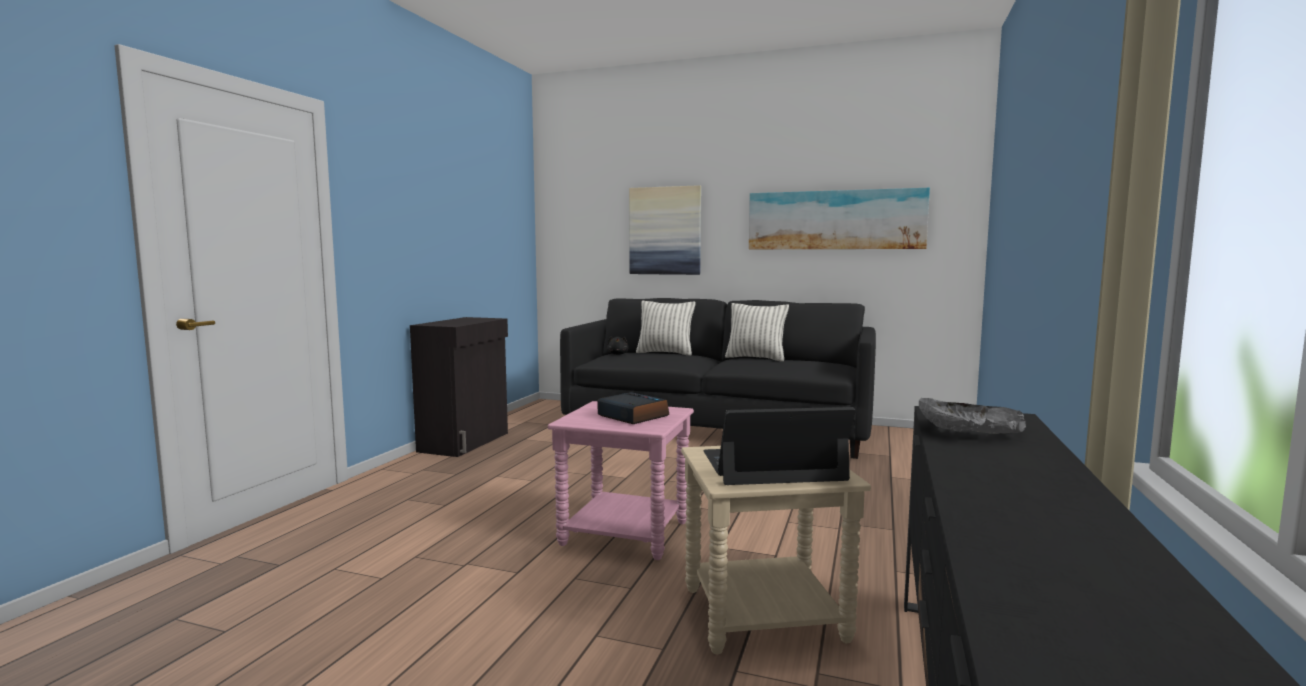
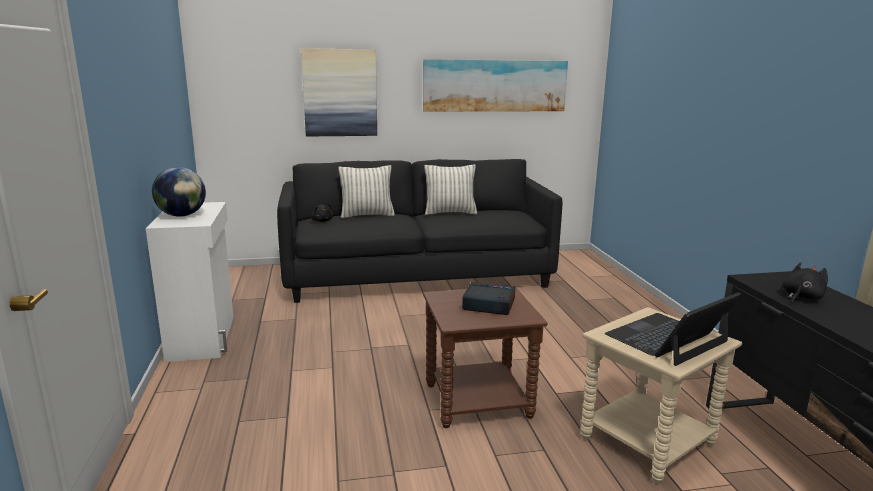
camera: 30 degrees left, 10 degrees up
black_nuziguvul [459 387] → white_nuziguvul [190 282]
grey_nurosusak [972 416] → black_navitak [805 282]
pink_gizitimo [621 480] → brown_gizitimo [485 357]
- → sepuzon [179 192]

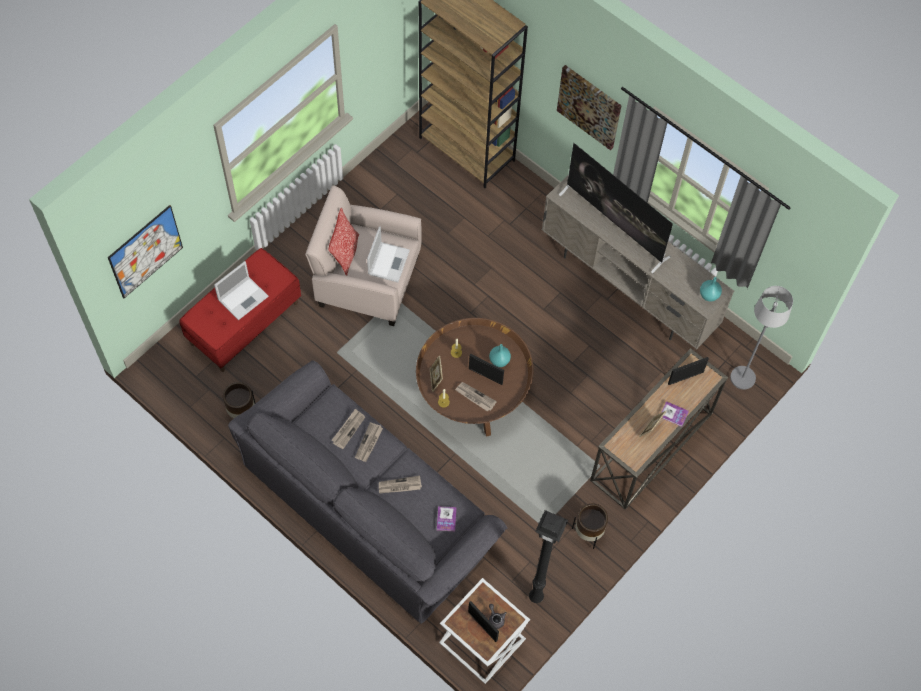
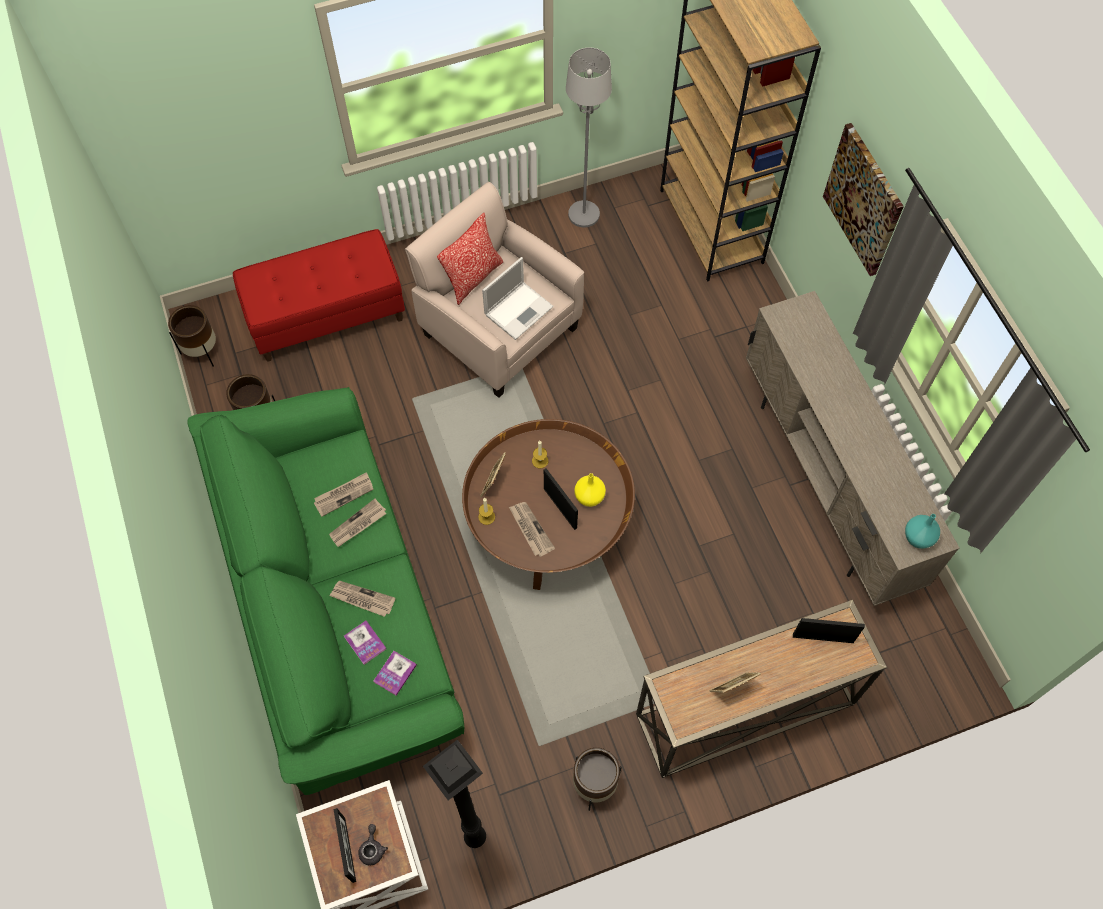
camera: 30 degrees right, 0 degrees up
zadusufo [616 208] → -
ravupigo [145 251] → -
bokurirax [241 290] → -
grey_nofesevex [761 338] → grey_nofesevex [589 138], move
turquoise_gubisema [500 355] → yellow_gubisema [590 490]
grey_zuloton [367 492] → green_zuloton [325 591]
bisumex [675 414] → bisumex [365 643], move
- → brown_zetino [192 336]

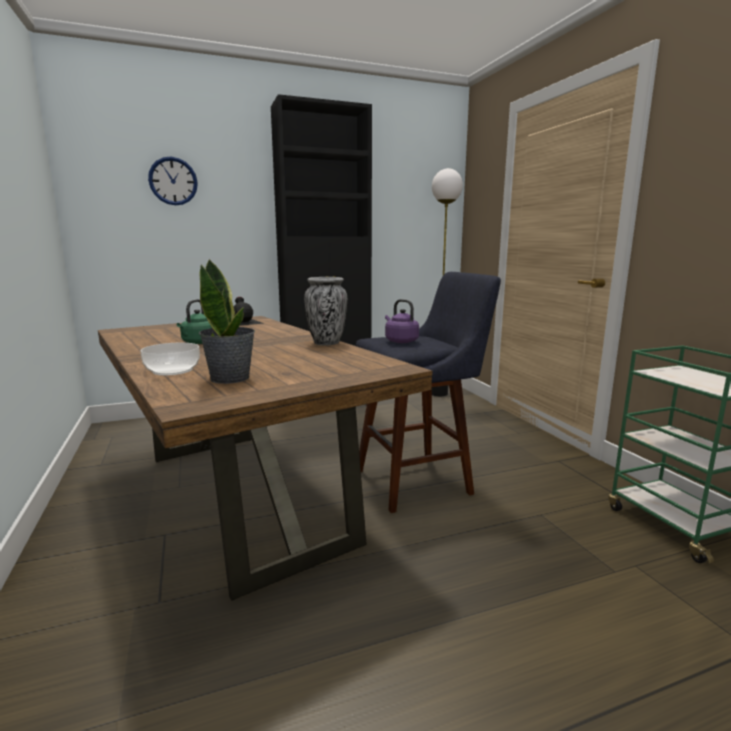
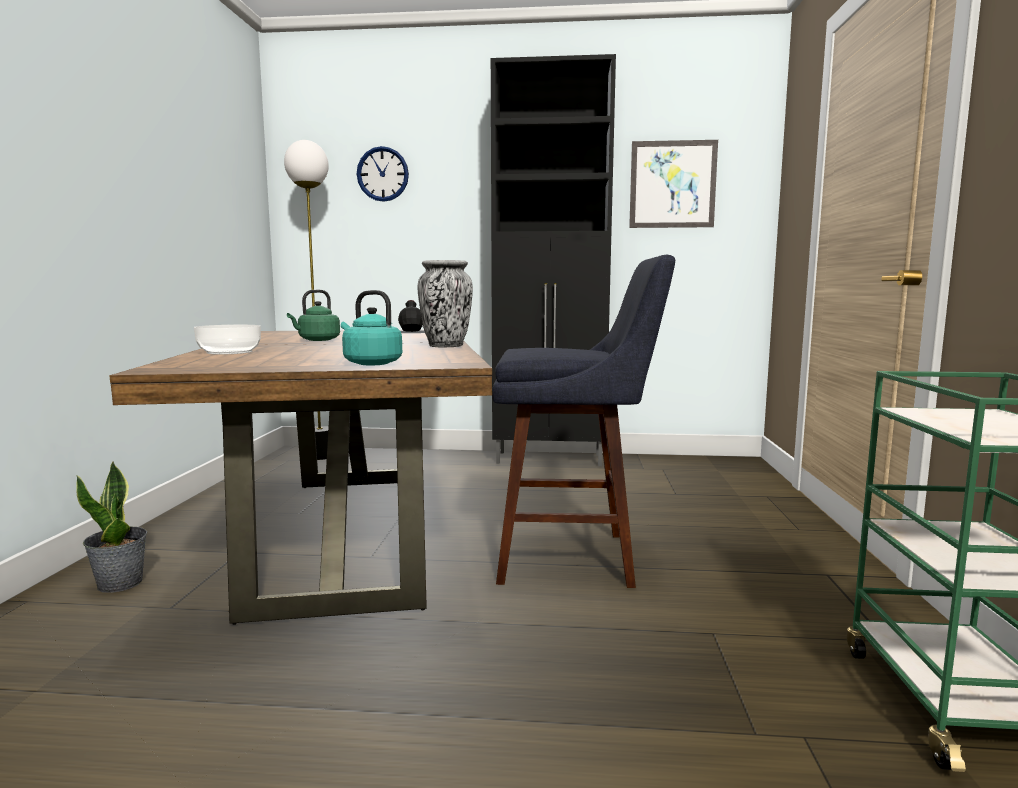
camera: 25 degrees right, 5 degrees down
nofesevex [447 282] → nofesevex [306 300], move
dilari [226 321] → dilari [111 527], move
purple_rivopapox [402 321] → -
- → ravupigo [673 184]
- → turquoise_rivopapox [371 327]

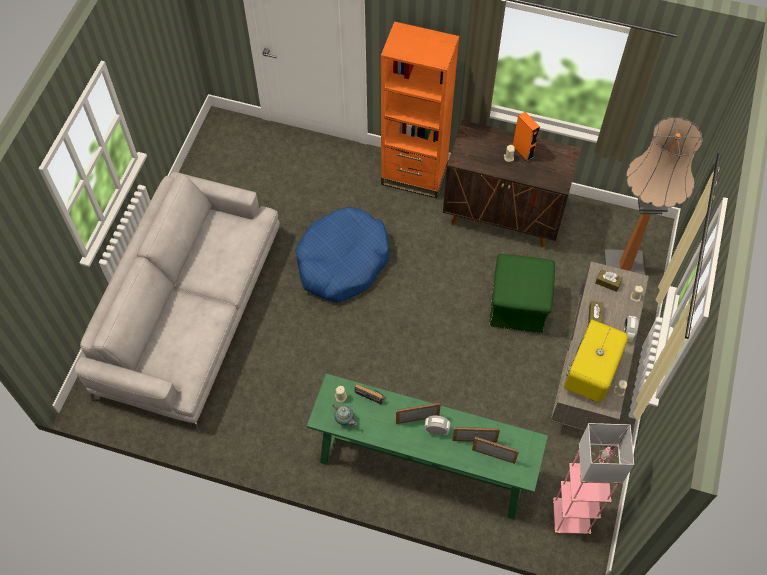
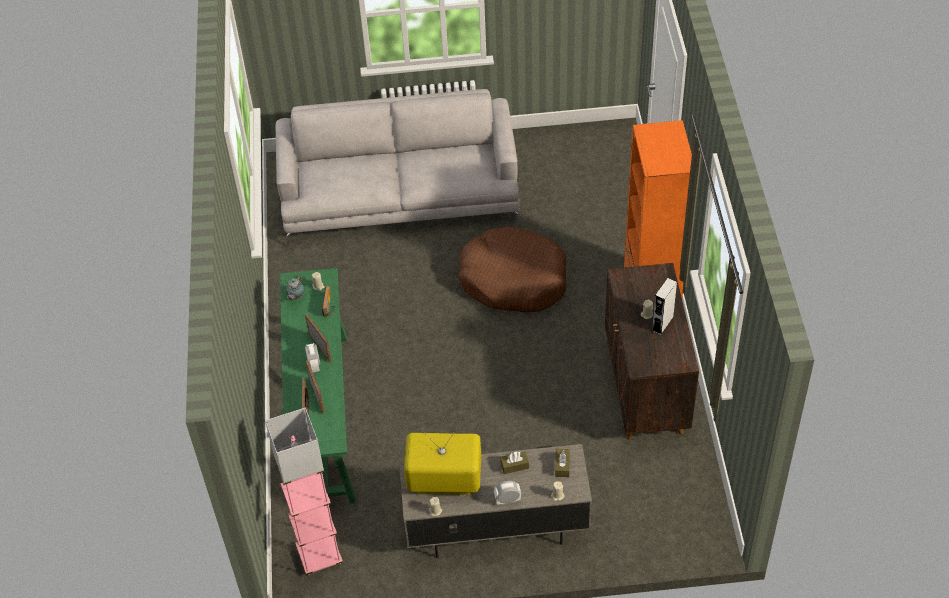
camera: 70 degrees right, 10 degrees down
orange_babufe [526 136] → grey_babufe [664 306]
nofesevex [653 196] → -
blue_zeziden [342 254] → brown_zeziden [512 270]
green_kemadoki [522 294] → -

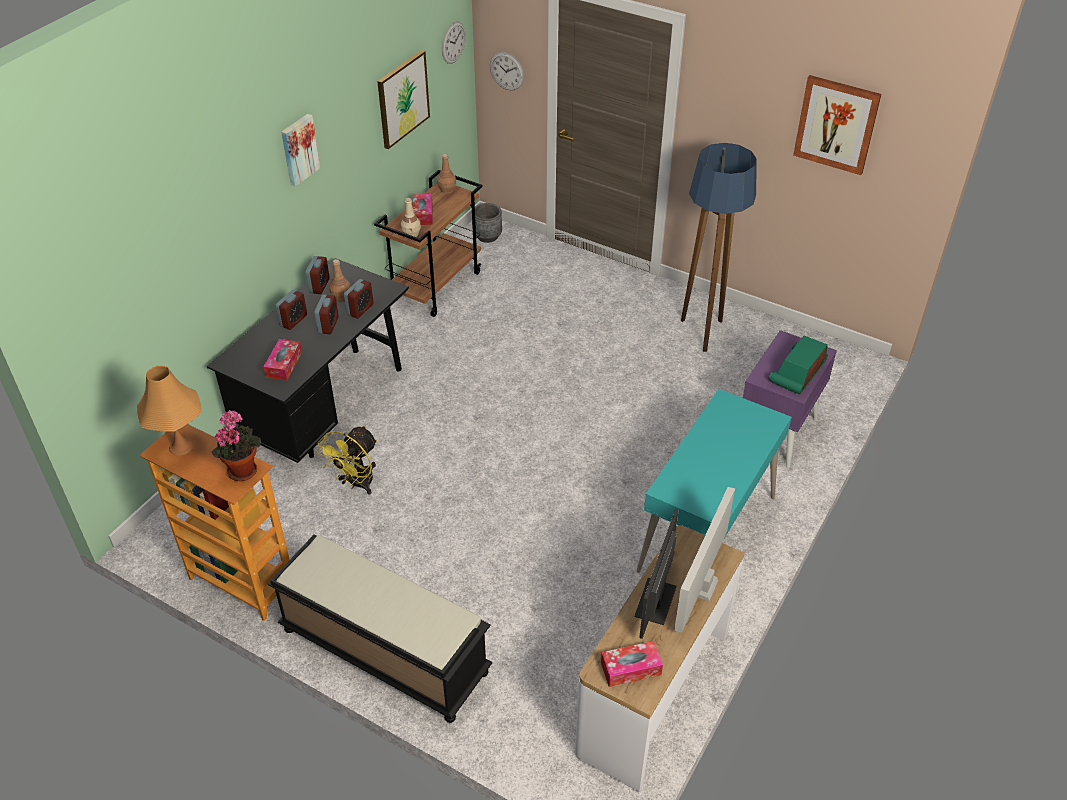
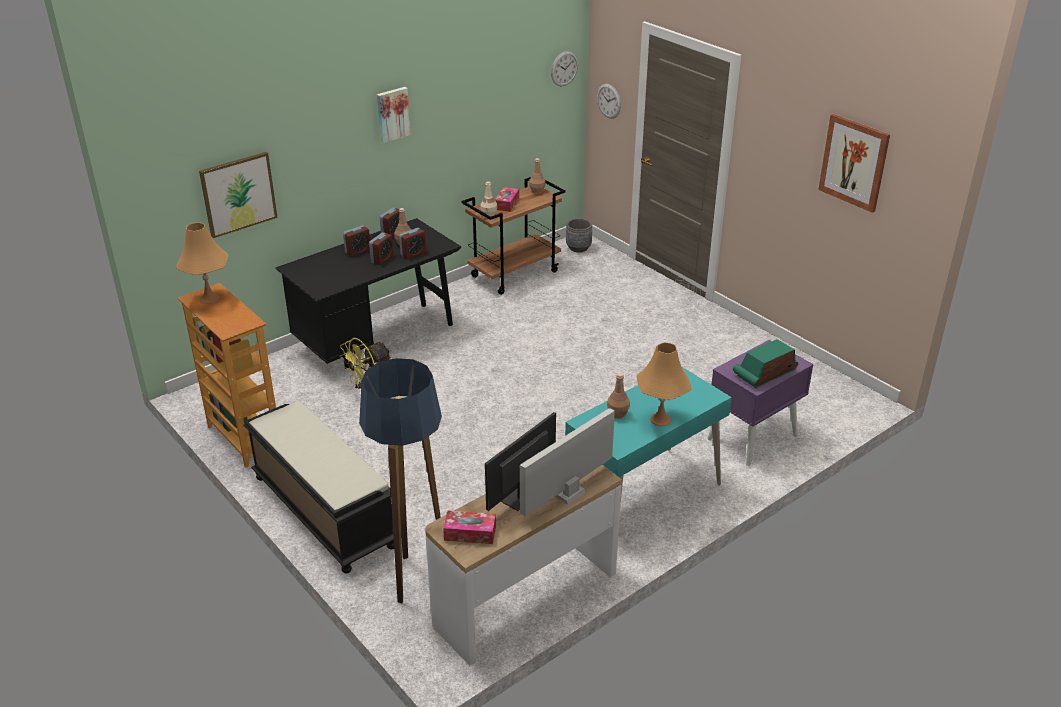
camera: 20 degrees right, 10 degrees down
ravupigo [403 99] → ravupigo [238 195], move
nofesevex [719 247] → nofesevex [400 480], move
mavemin [282 360] → -
dilari [236 445] → -
- → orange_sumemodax [664 384]
- → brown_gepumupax [618 396]

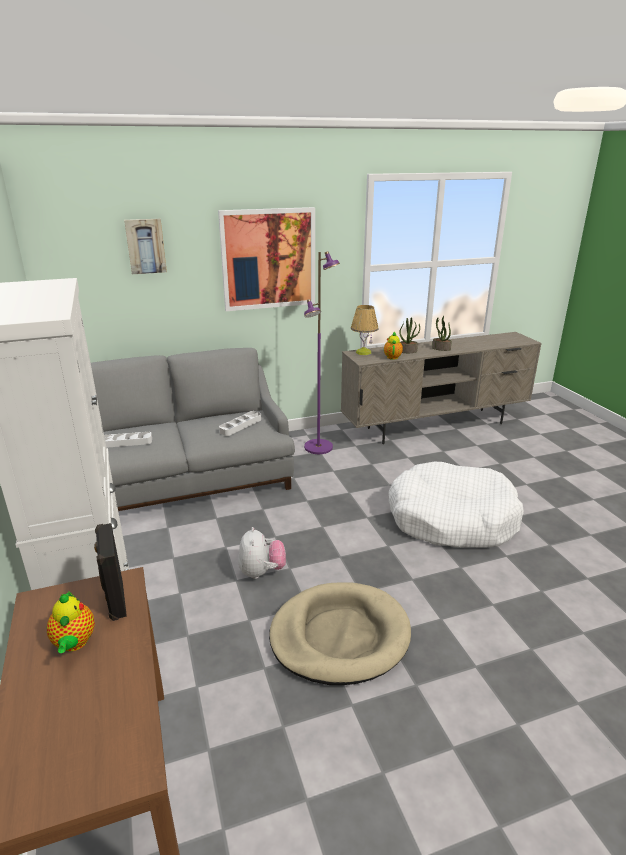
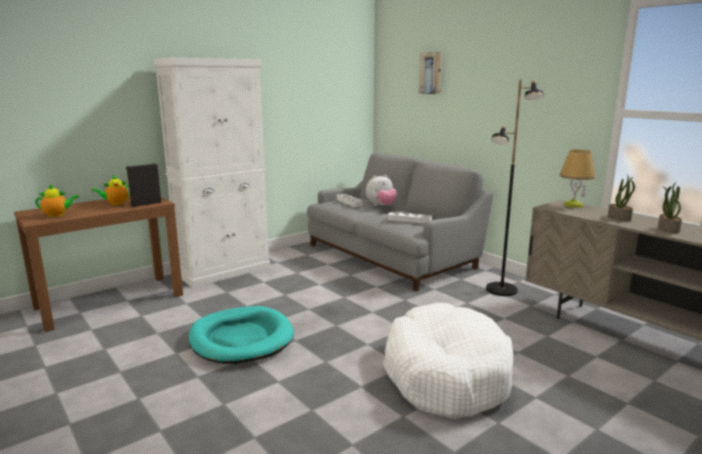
camera: 70 degrees right, 10 degrees down
ravupigo [266 259] → -
purple_nofesevex [322 352] → black_nofesevex [515 188]
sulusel [393 345] → sulusel [57 200], move
navitak [262 553] → navitak [381 190], move
beige_zeziden [340 633] → turquoise_zeziden [241 335]

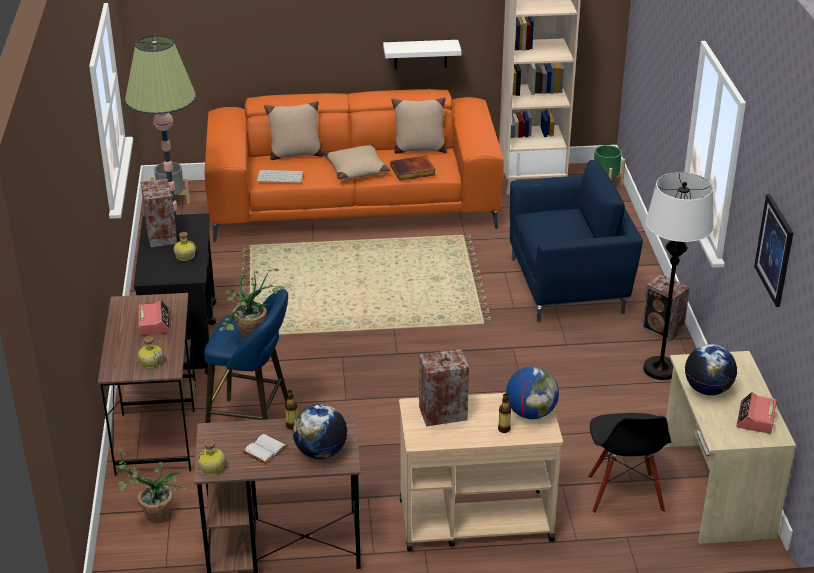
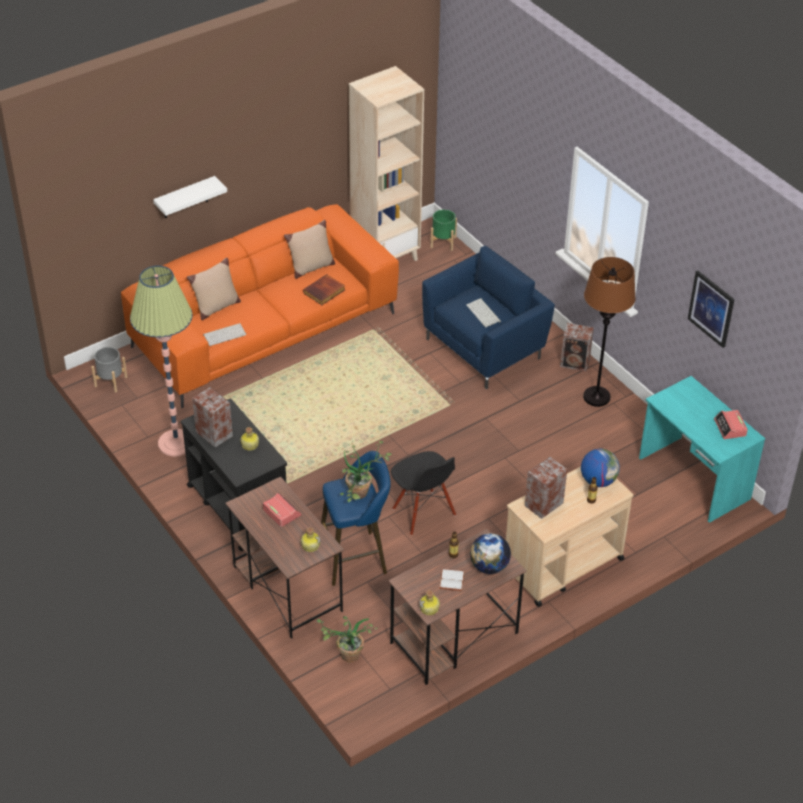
camera: 30 degrees left, 10 degrees up
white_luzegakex [422 55] → white_luzegakex [190 197], move
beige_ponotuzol [356 162] → -
white_nofesevex [678 276] → brown_nofesevex [609 332]
sepuzon [711 369] → -
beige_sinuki [730 447] → turquoise_sinuki [702 449]
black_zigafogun [629 463] → black_zigafogun [423 493], move
- → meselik [483 312]

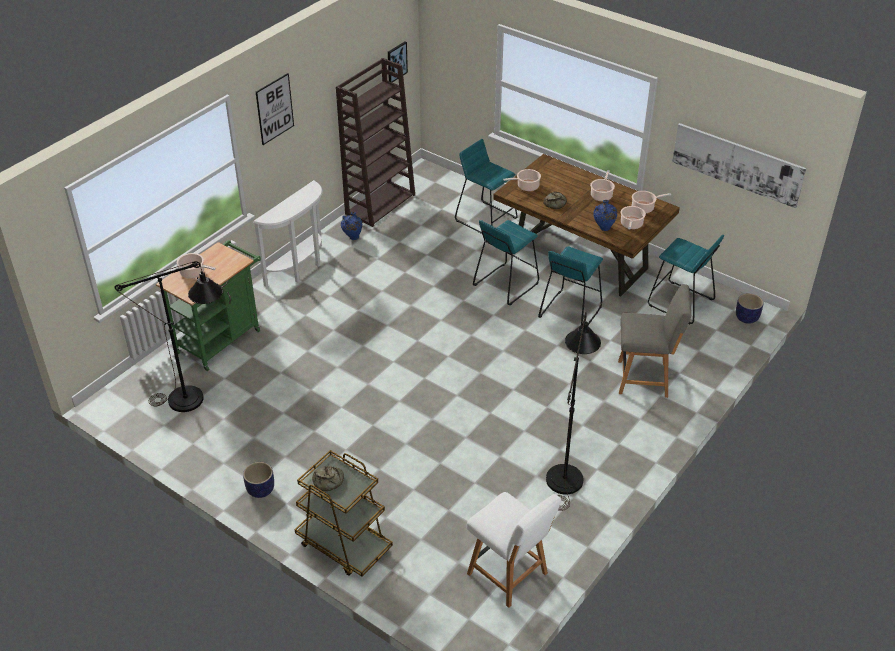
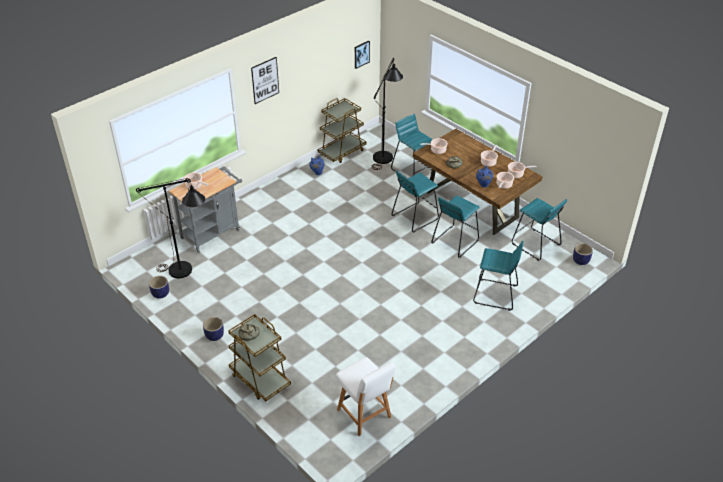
camera: 10 degrees right, 0 degrees up
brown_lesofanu [375 142] → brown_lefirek [342 130]
ravupigo [739 165] → -
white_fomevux [288 233] → -
green_lefirek [208 305] → grey_lefirek [205 210]
grey_zigafogun [654 341] → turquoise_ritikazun [498 276]
black_nofesevex [573 411] → black_nofesevex [387 114], move
- → zetino [159 287]

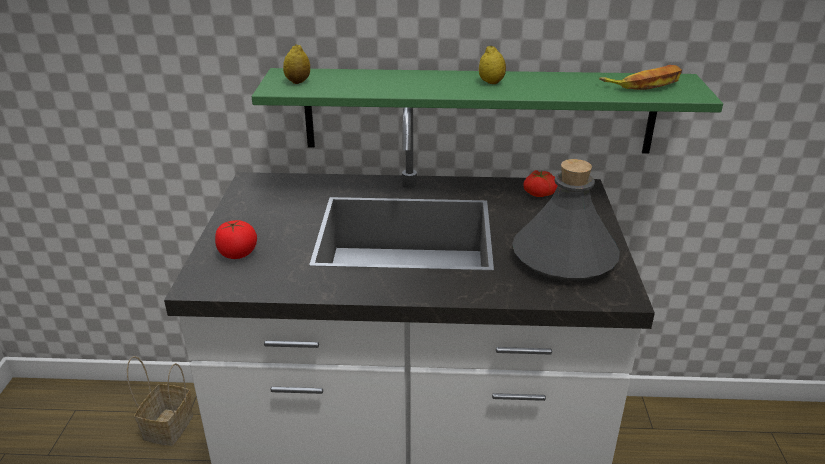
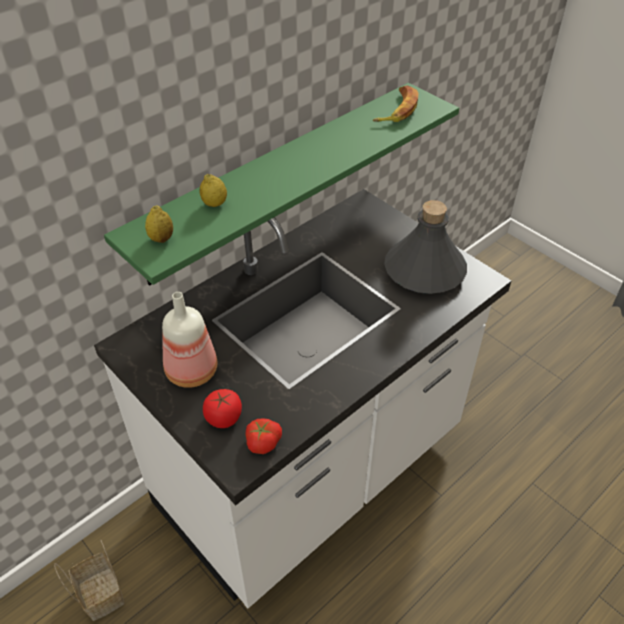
camera: 45 degrees left, 15 degrees up
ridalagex [492 65] → ridalagex [213 190], move
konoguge [540 183] → konoguge [264 436], move
- → gepumupax [189 340]

